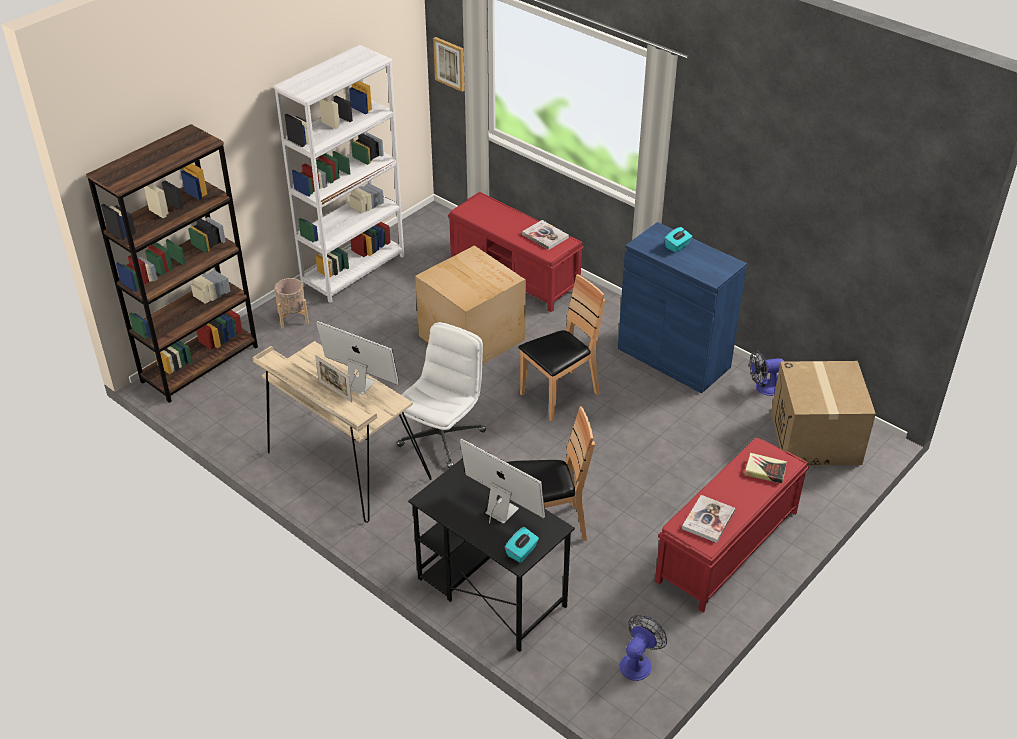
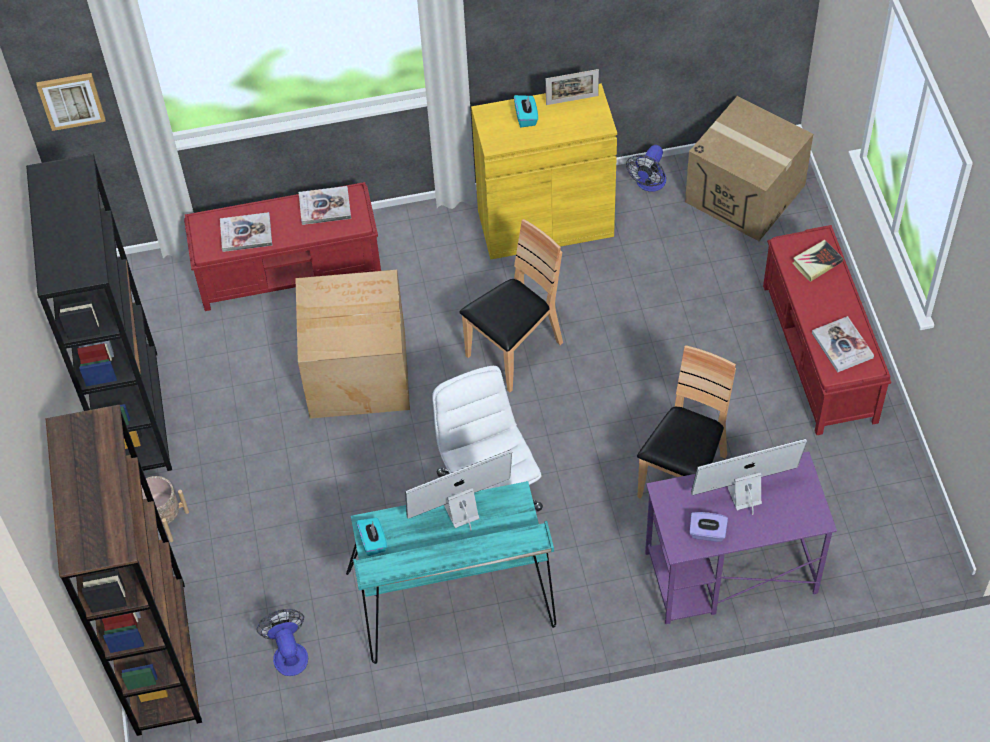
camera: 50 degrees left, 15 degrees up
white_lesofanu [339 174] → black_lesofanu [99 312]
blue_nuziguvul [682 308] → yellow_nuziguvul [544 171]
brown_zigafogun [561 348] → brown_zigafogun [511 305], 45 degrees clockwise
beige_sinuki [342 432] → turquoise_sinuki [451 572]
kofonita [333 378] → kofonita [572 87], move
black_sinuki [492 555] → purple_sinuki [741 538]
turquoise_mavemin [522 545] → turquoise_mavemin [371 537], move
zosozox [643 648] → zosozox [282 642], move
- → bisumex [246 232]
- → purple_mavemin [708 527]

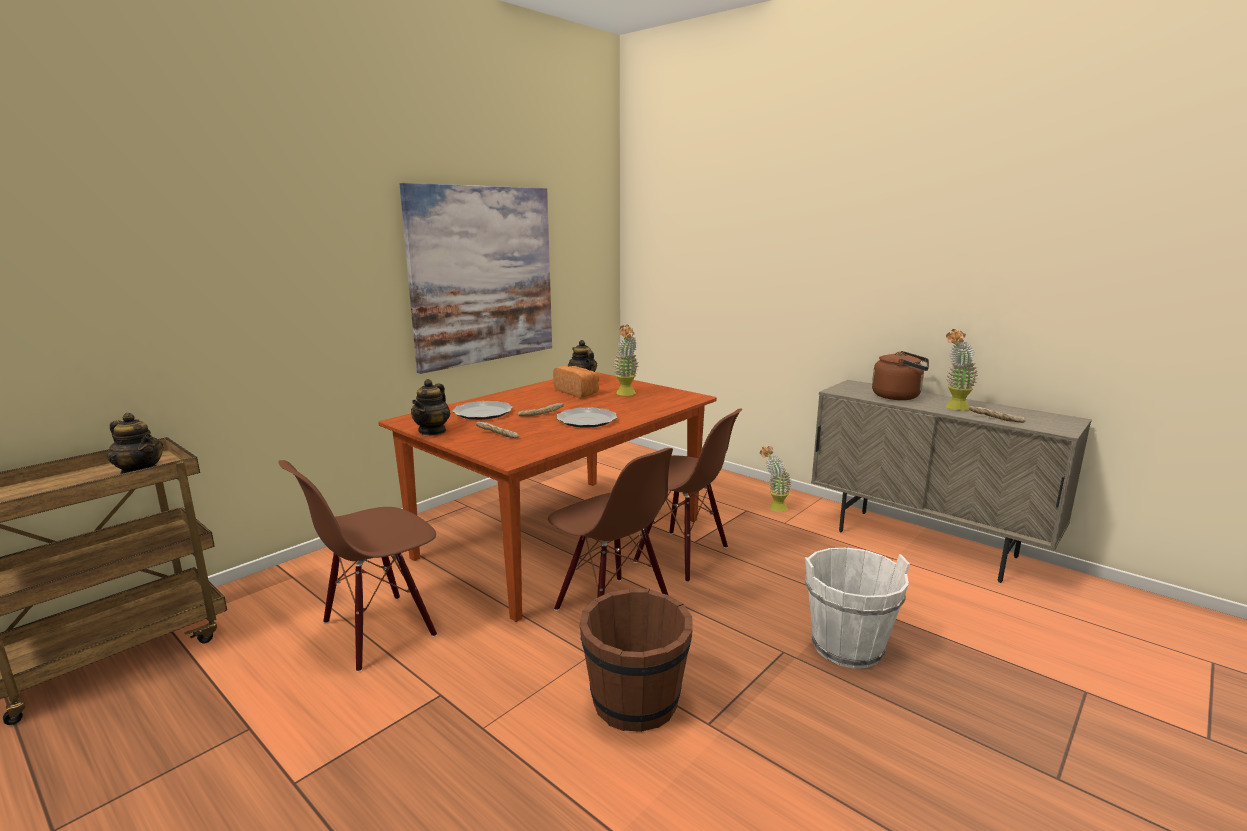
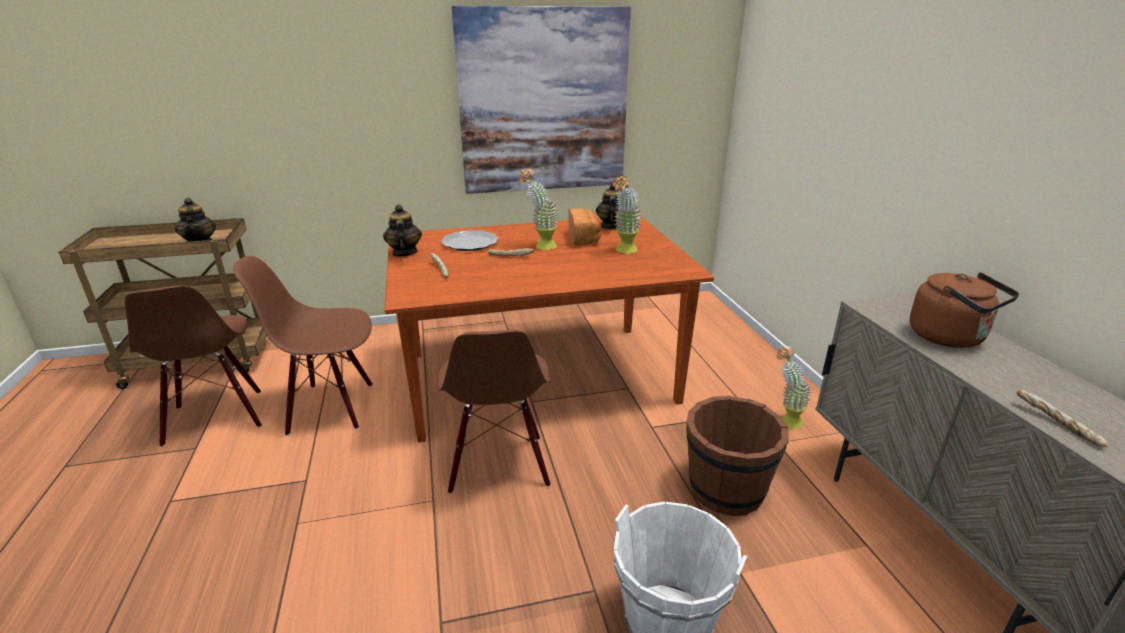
camera: 35 degrees right, 10 degrees up
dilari [962 370] → dilari [539 209], move
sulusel [430 407] → sulusel [402 231], 120 degrees clockwise
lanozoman [587 417] → -
brown_zigafogun [687 496] → brown_zigafogun [193 366], move
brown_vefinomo [636 660] → brown_vefinomo [737 456], move

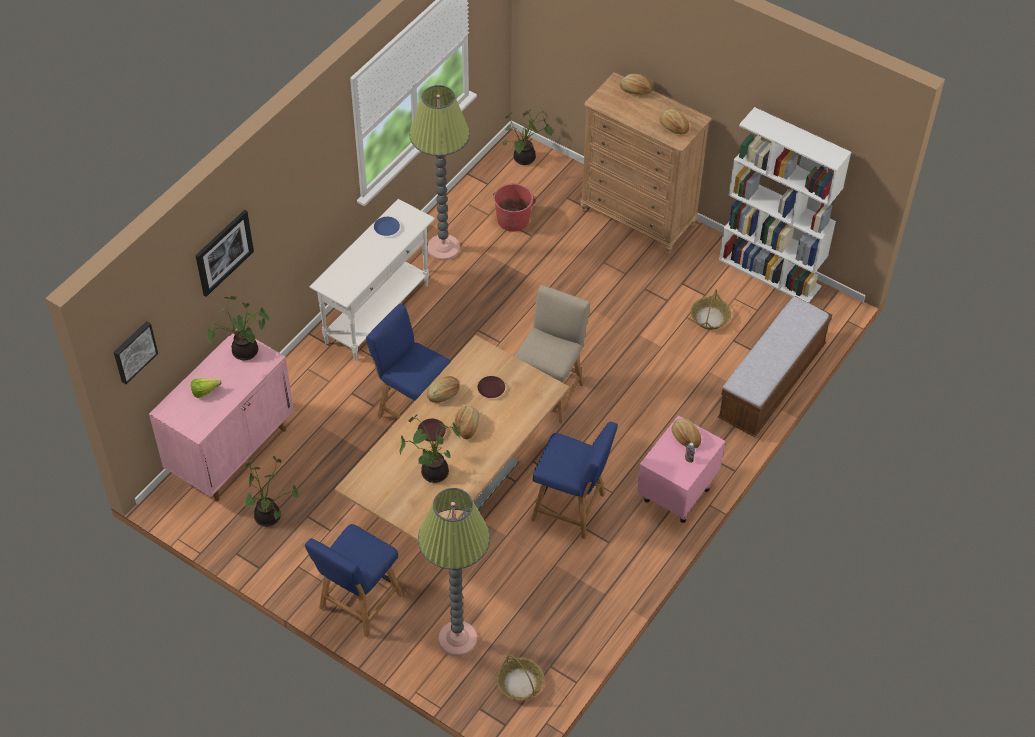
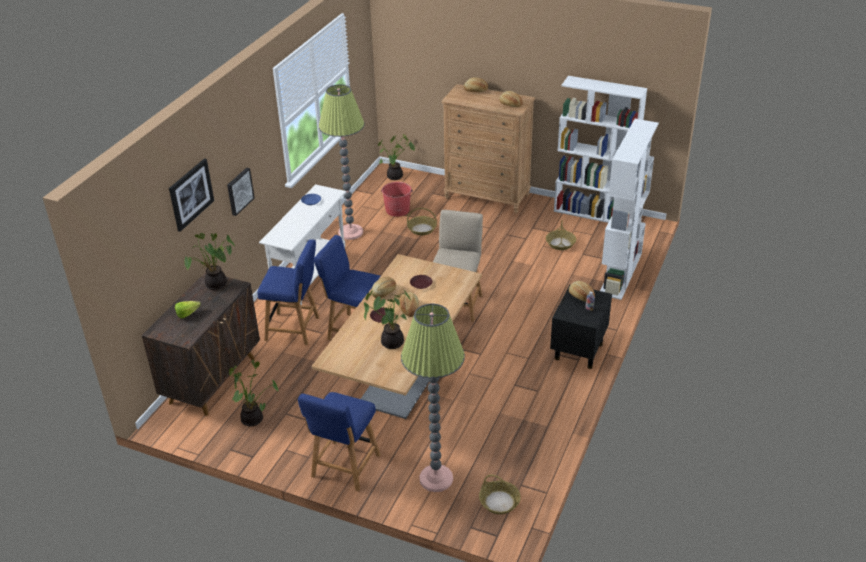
camera: 10 degrees left, 15 degrees down
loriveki [775 366] → white_lesofanu [629 209]
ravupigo [136 352] → ravupigo [241 192], move
pink_nuziguvul [221 415] → brown_nuziguvul [201 344]
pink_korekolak [681 469] → black_korekolak [581 326]
blue_zigafogun [574 480] → blue_zigafogun [288 292], move
- → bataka [422 221]

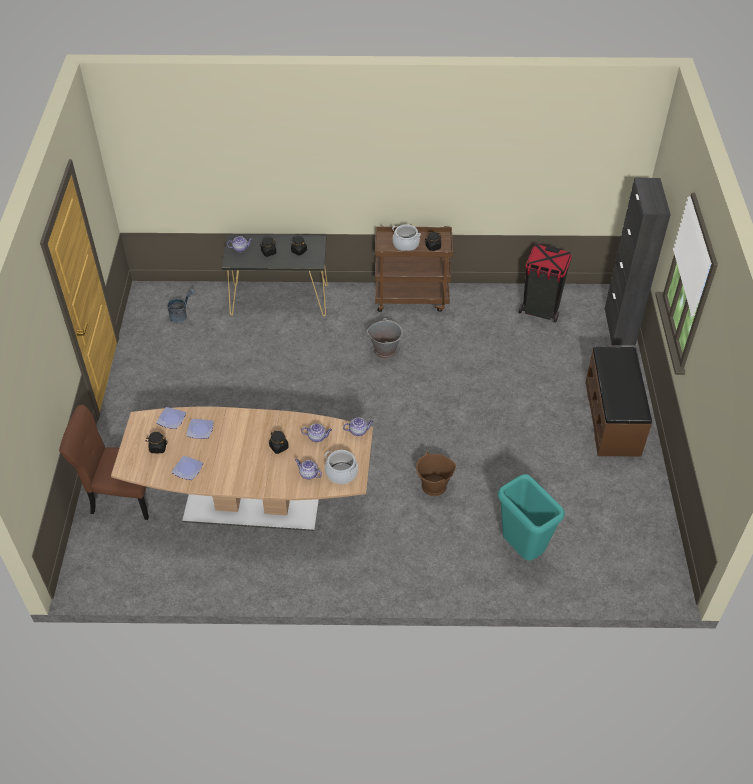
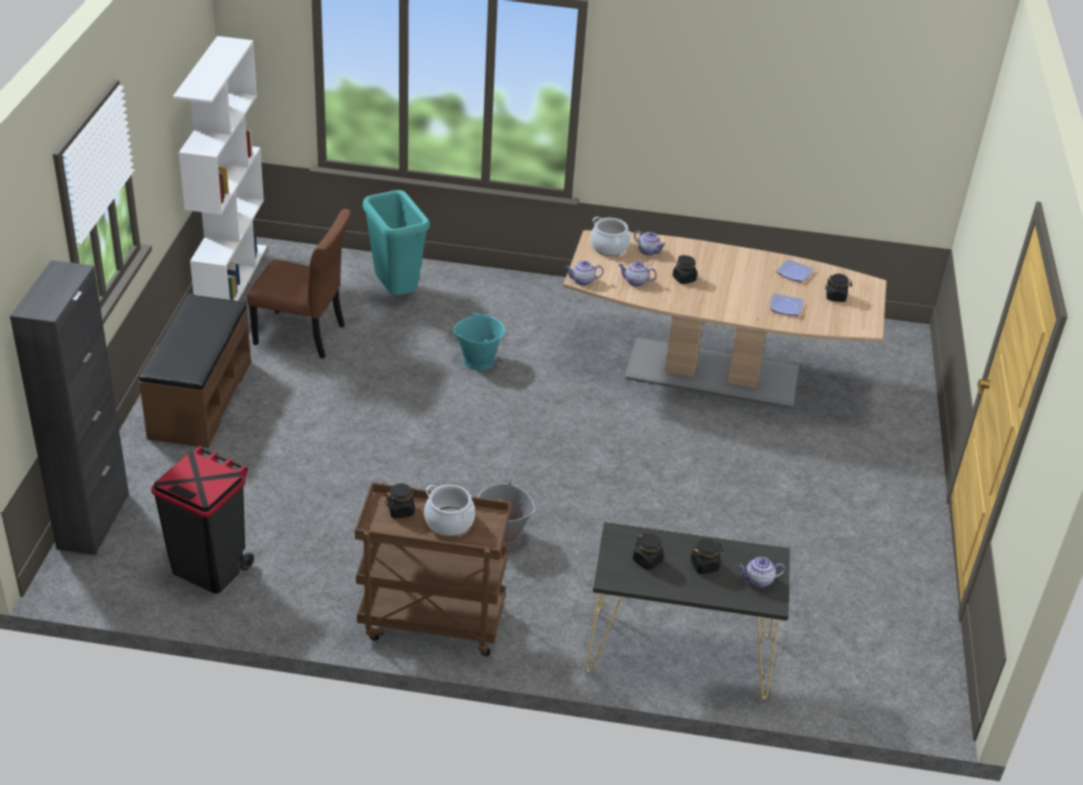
camera: 175 degrees left, 10 degrees down
grey_vefinomo [180 306] → -
brown_zigafogun [104 462] → brown_zigafogun [299 284], move
lanozoman [171 418] → -
brown_vefinomo [436 474] → turquoise_vefinomo [479 341]
- → white_lesofanu [220 168]

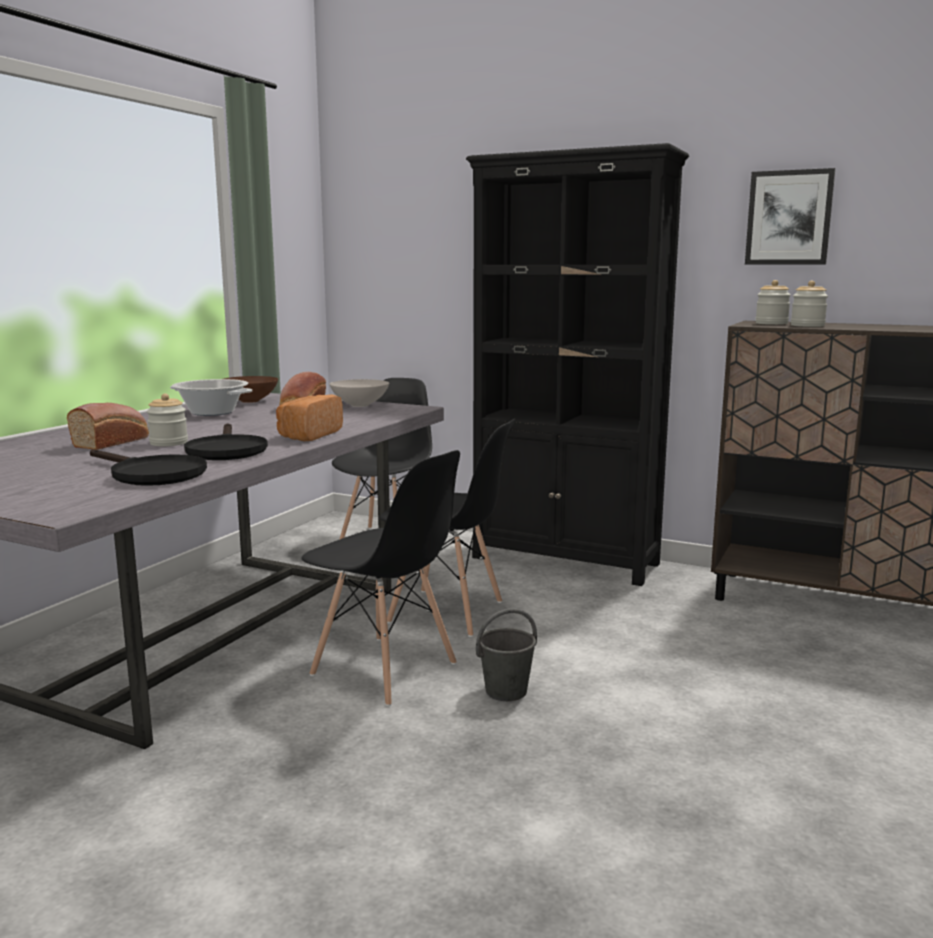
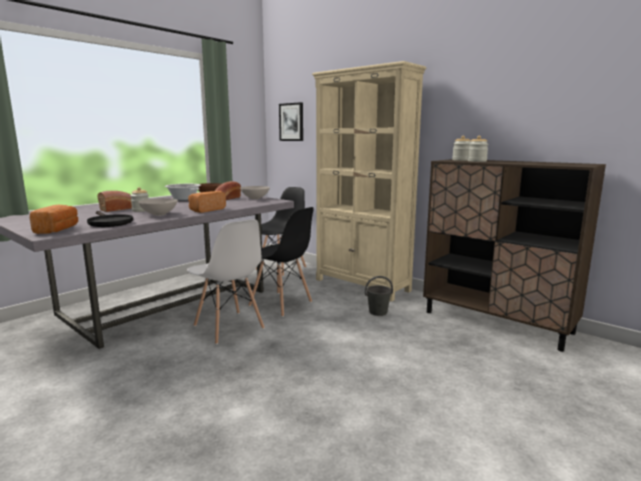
camera: 15 degrees right, 0 degrees up
black_lesofanu [577 364] → beige_lesofanu [369 181]
ravupigo [790 216] → ravupigo [291 121], move
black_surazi [226 442] → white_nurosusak [158 207]
black_zigafogun [380 578] → white_zigafogun [226 281]
grey_vefinomo [506 654] → grey_vefinomo [379 296], move
- → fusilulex [54 219]

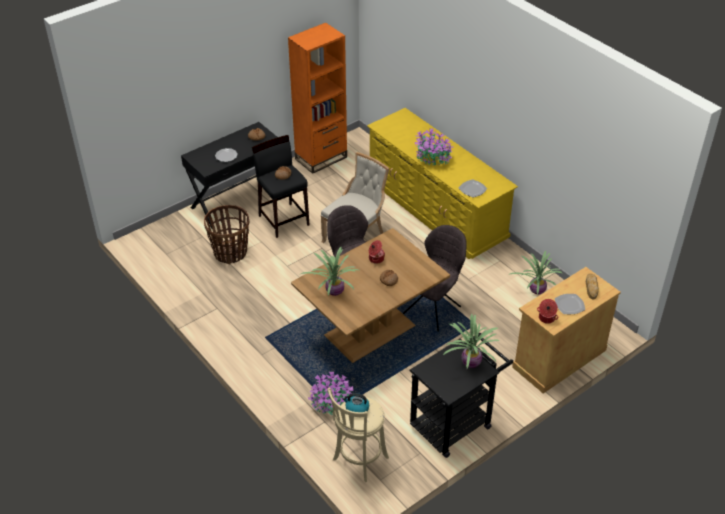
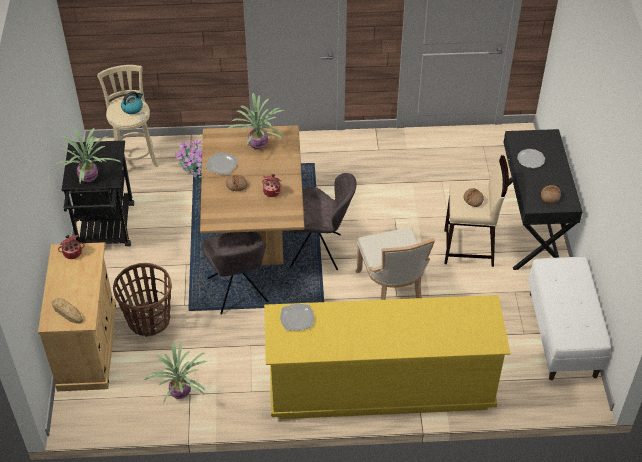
camera: 125 degrees right, 5 degrees up
orange_lesofanu [317 98] → white_loriveki [569 318]
dilari [434 147] → -
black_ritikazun [280 186] → beige_ritikazun [476 211]
bataka [226 234] → bataka [142 300], move
lanozoman [570 304] → lanozoman [222 164], move

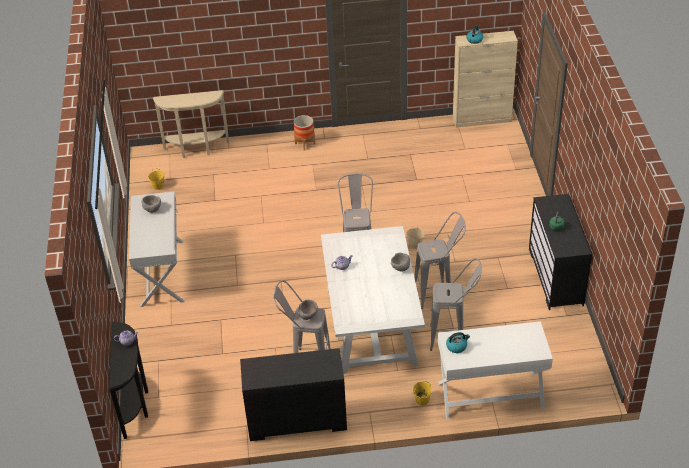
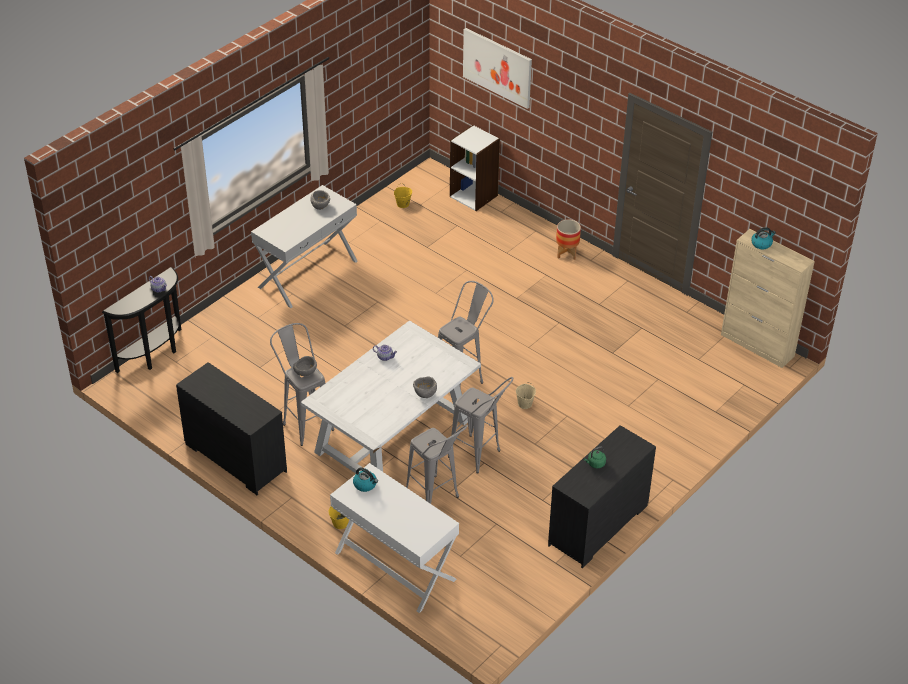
camera: 45 degrees right, 0 degrees up
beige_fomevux [191 124] → white_lesofanu [475 168]
- → ravupigo [497 68]

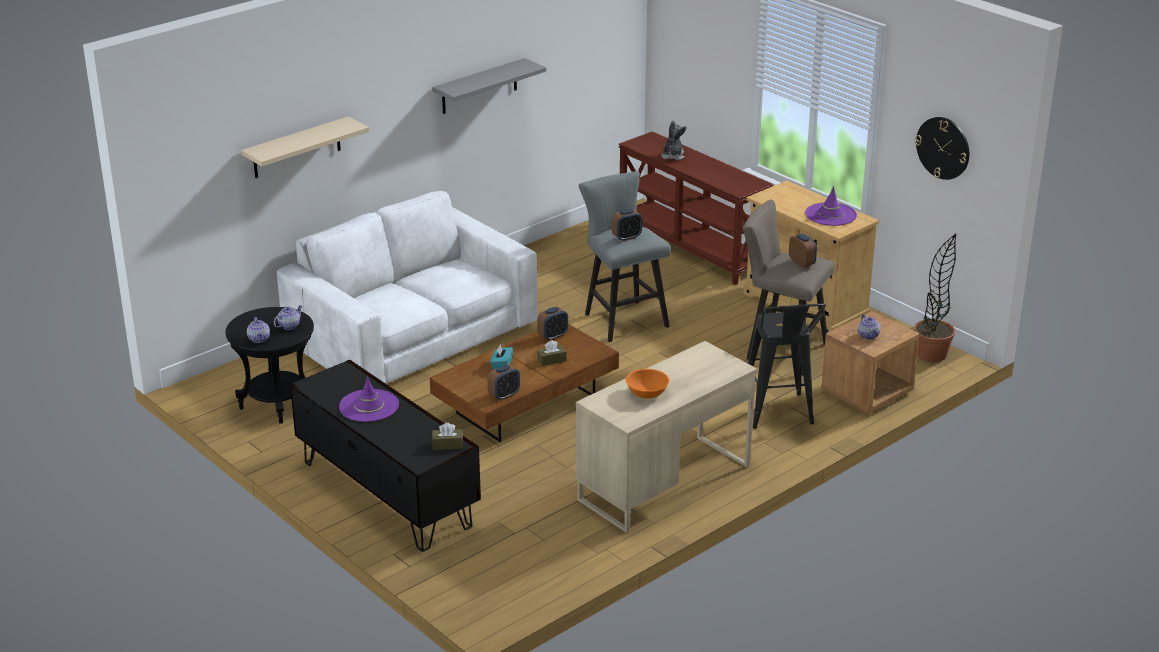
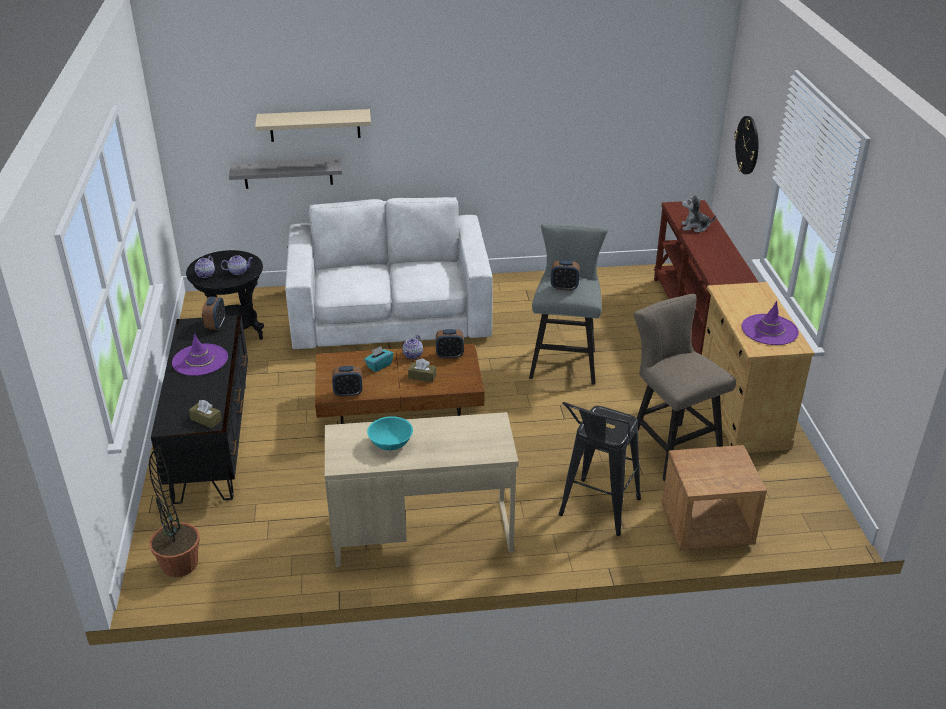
camera: 35 degrees right, 5 degrees up
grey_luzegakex [489 86] → grey_luzegakex [285 173], move
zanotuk [942 148] → zanotuk [746 145], move
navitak [674 140] → navitak [699 213], 135 degrees counterclockwise
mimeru [803 251] → mimeru [213 313], move
dilari [935 298] → dilari [174 511], move
sulusel [869 327] → sulusel [413 347], move
orange_nurosusak [647 384] → turquoise_nurosusak [390 433]

